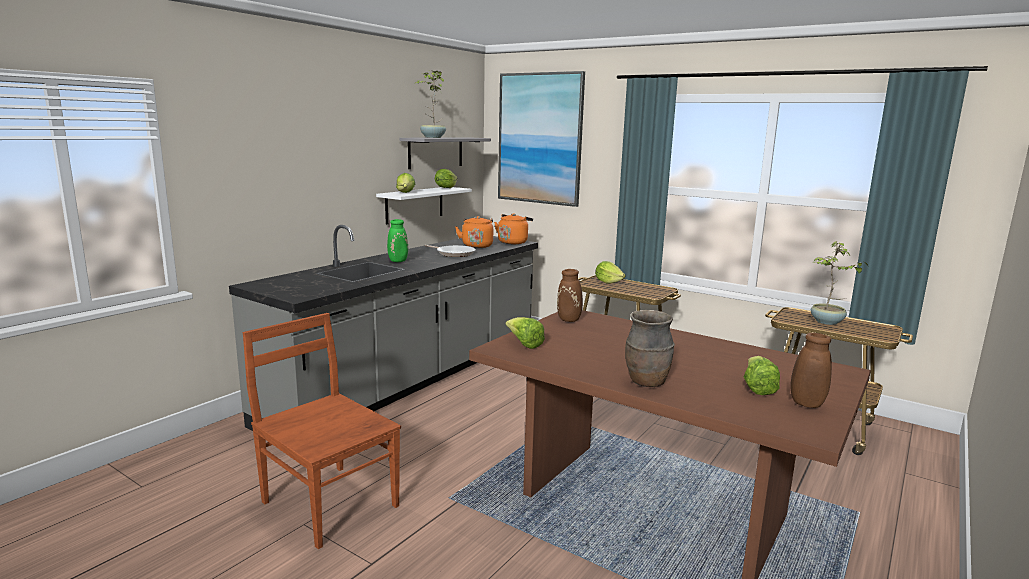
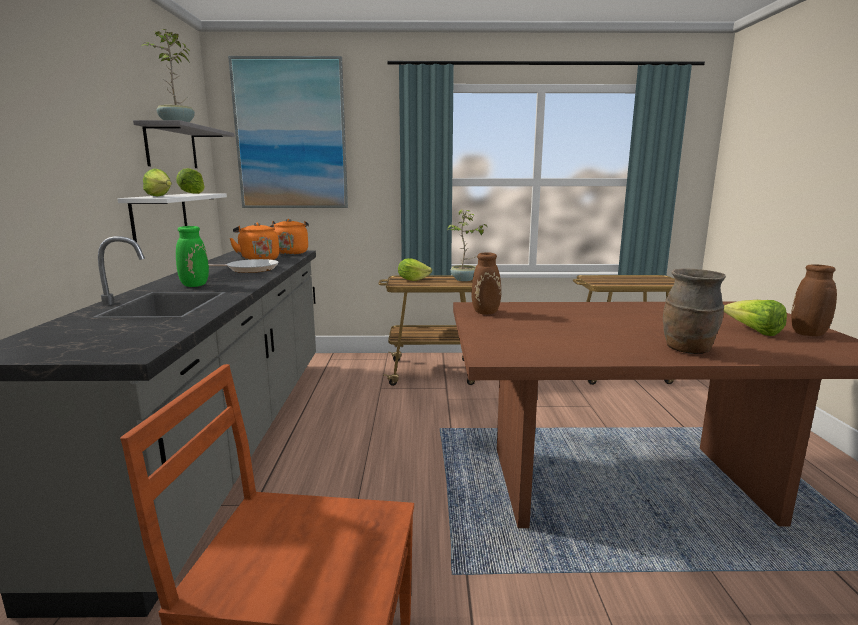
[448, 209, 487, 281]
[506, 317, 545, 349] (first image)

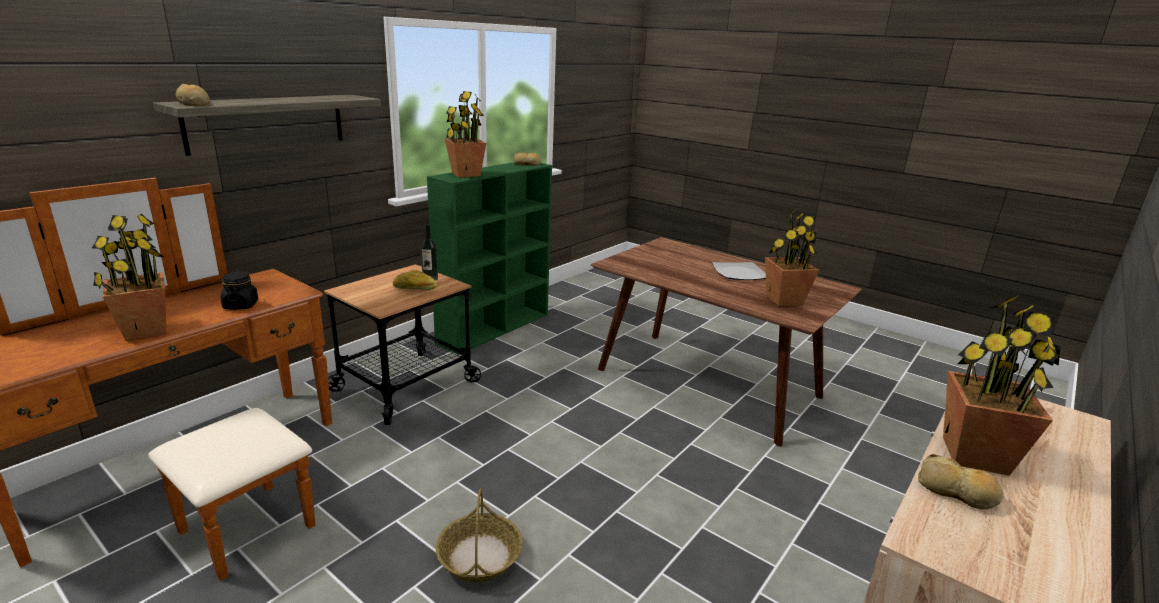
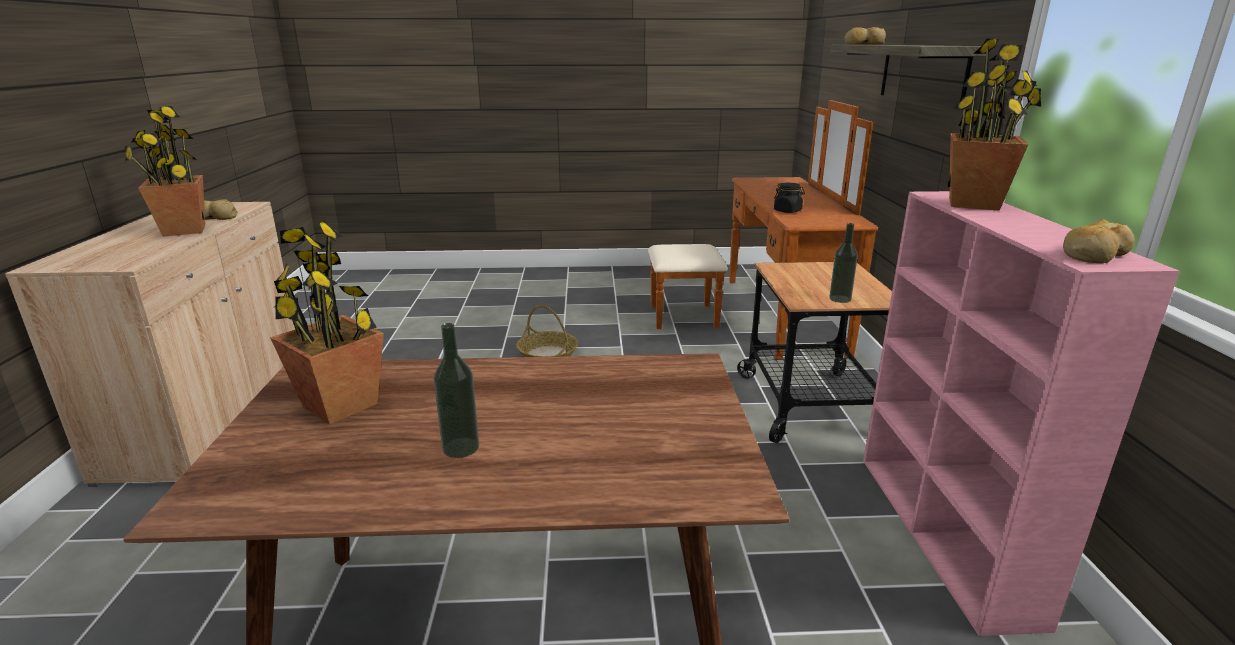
[863, 191, 1180, 636]
[92, 214, 166, 341] (first image)
[434, 323, 479, 458]
[392, 270, 437, 290] (first image)

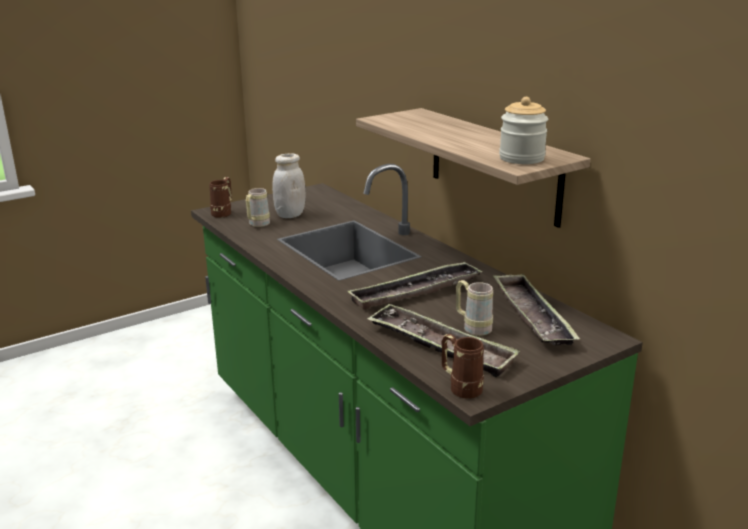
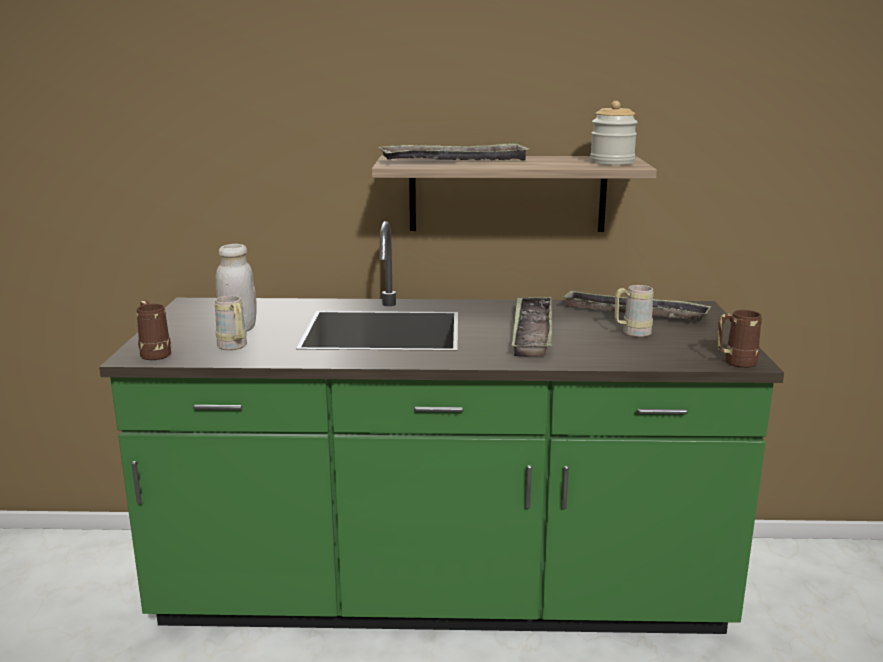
[379, 142, 530, 160]

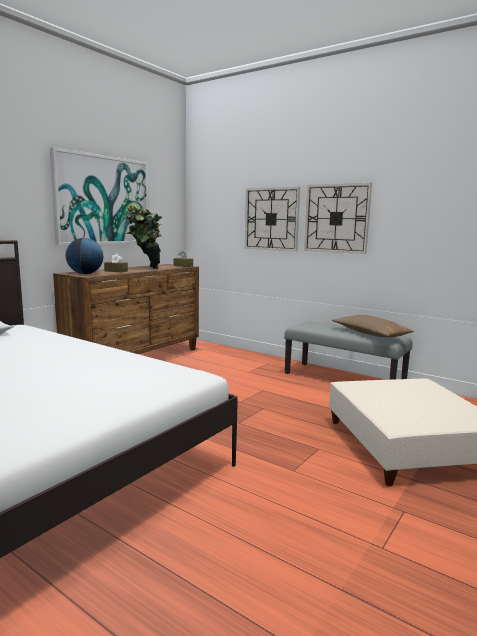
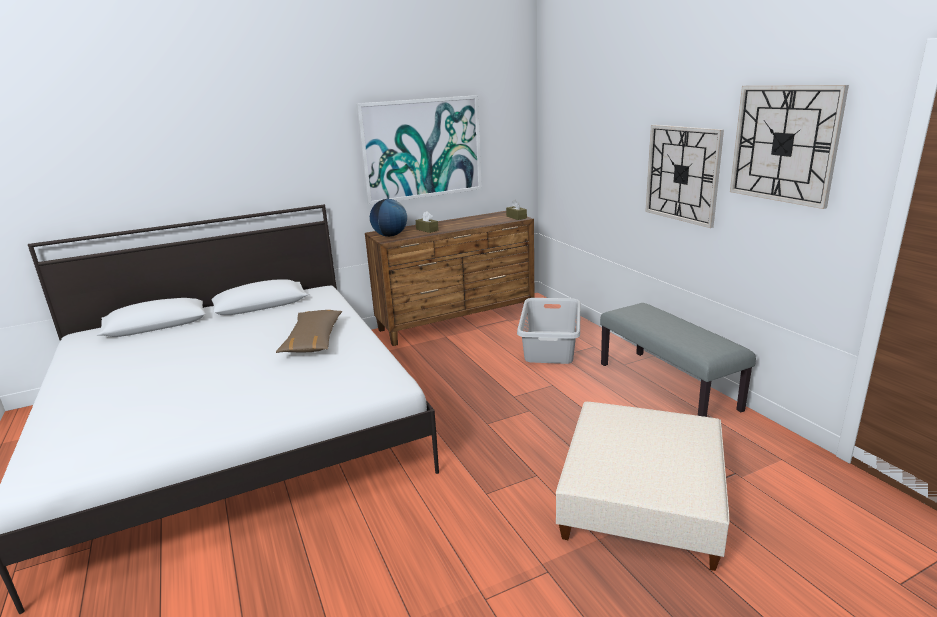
[730, 85, 849, 209]
[125, 204, 162, 269] (first image)
[276, 310, 342, 353]
[517, 298, 581, 364]

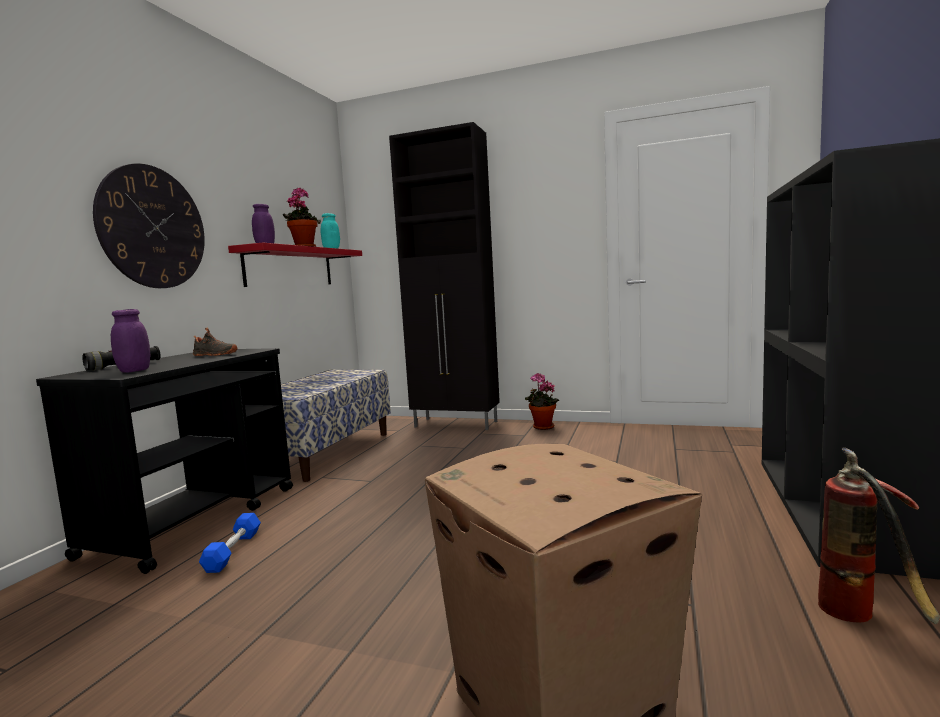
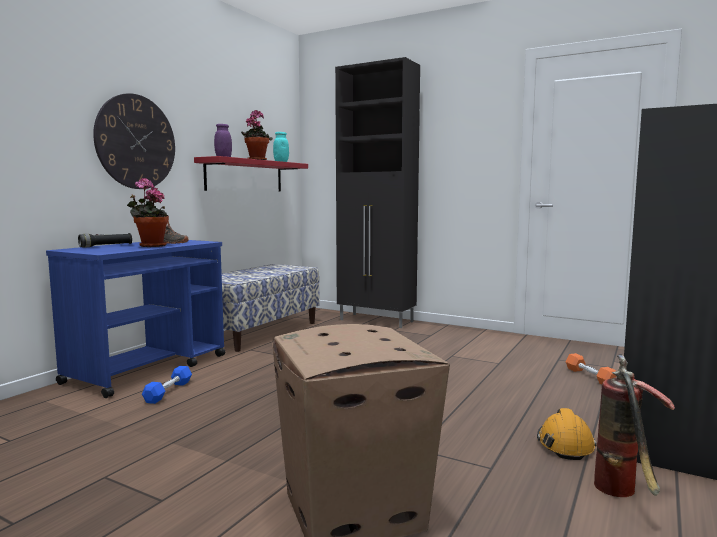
[111, 309, 150, 373] (first image)
[46, 240, 225, 398]
[127, 178, 169, 247]
[565, 353, 617, 384]
[537, 408, 597, 460]

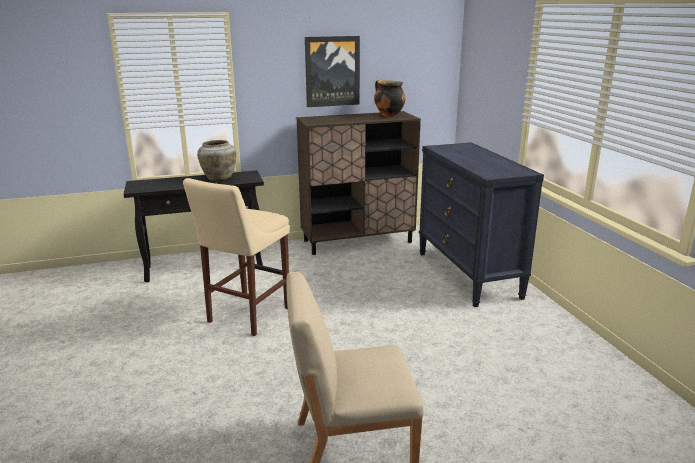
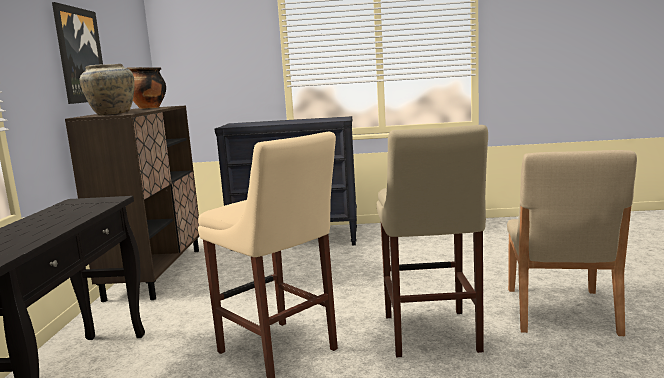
[79, 64, 135, 115]
[377, 125, 488, 357]

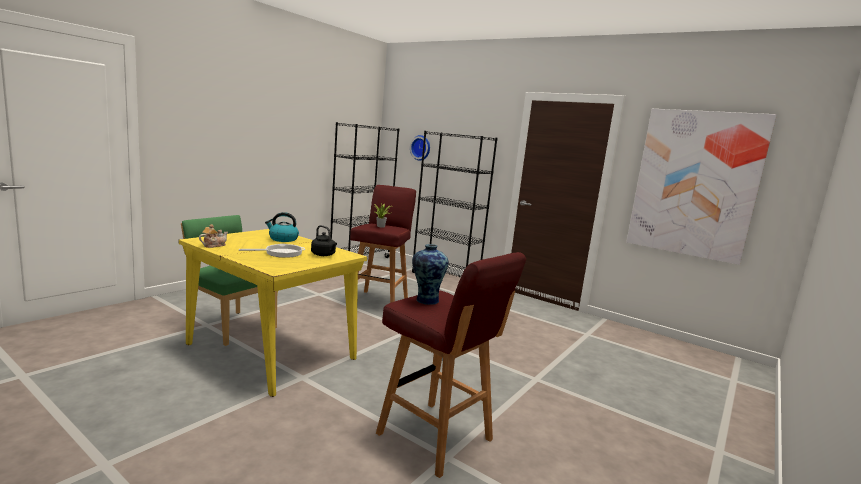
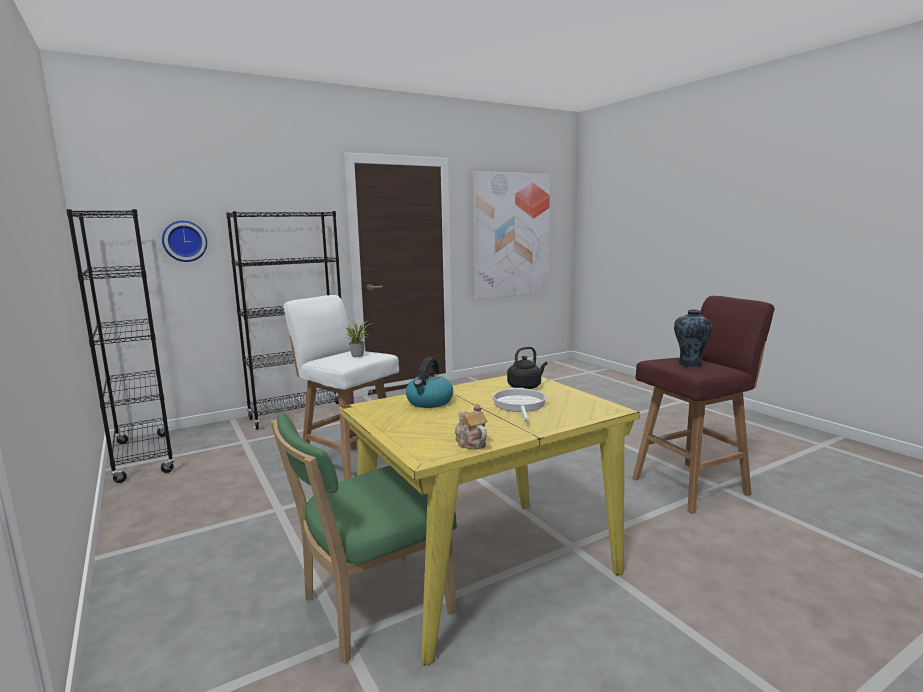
[283, 295, 399, 480]

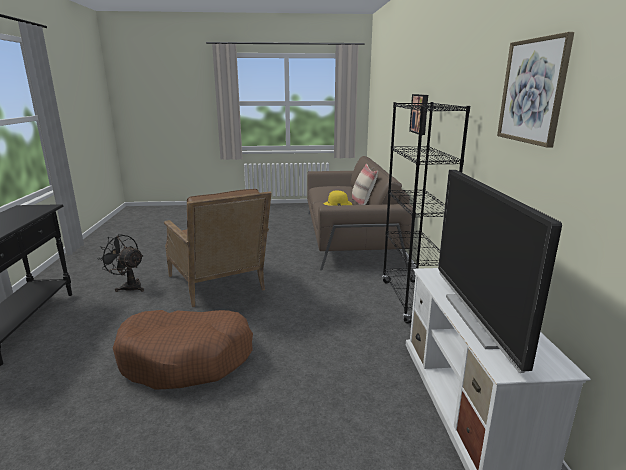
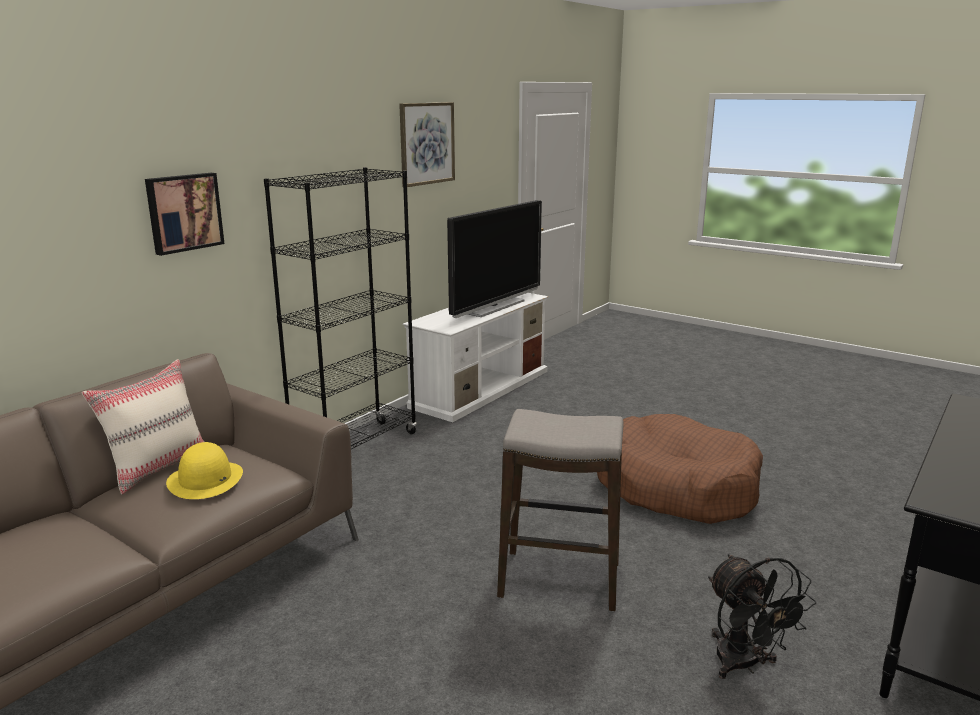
[497, 409, 623, 611]

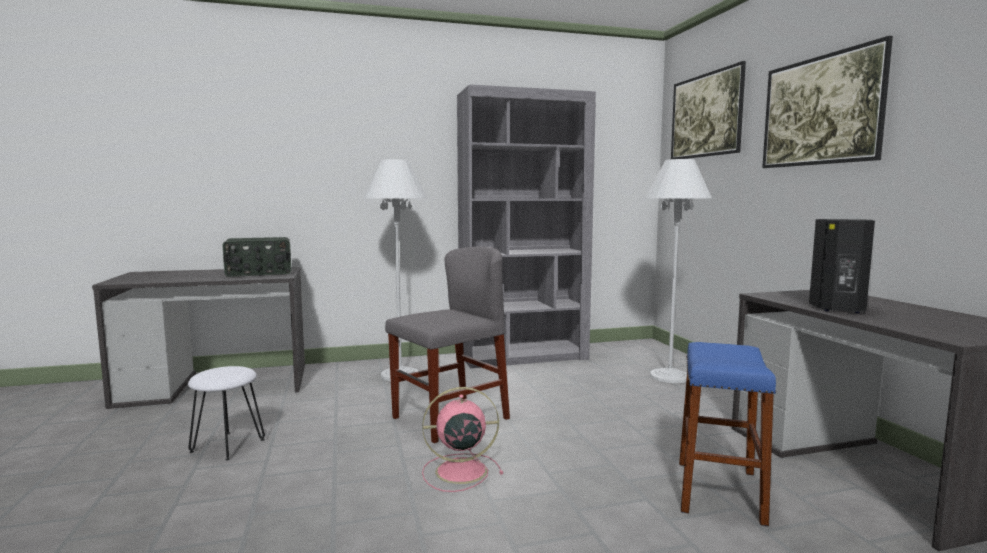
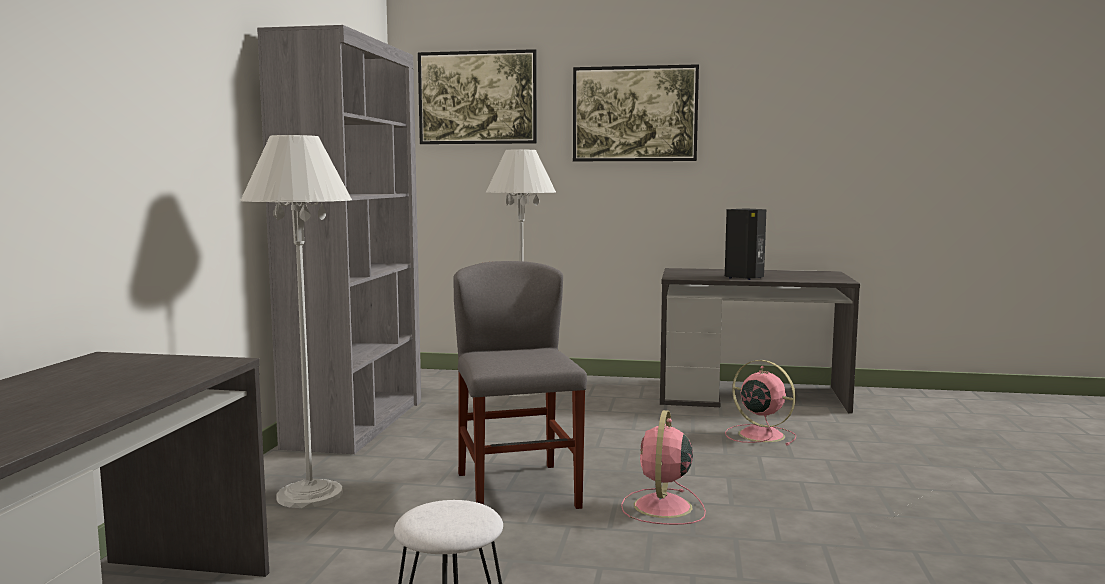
[223, 237, 291, 277] (first image)
[725, 360, 796, 446]

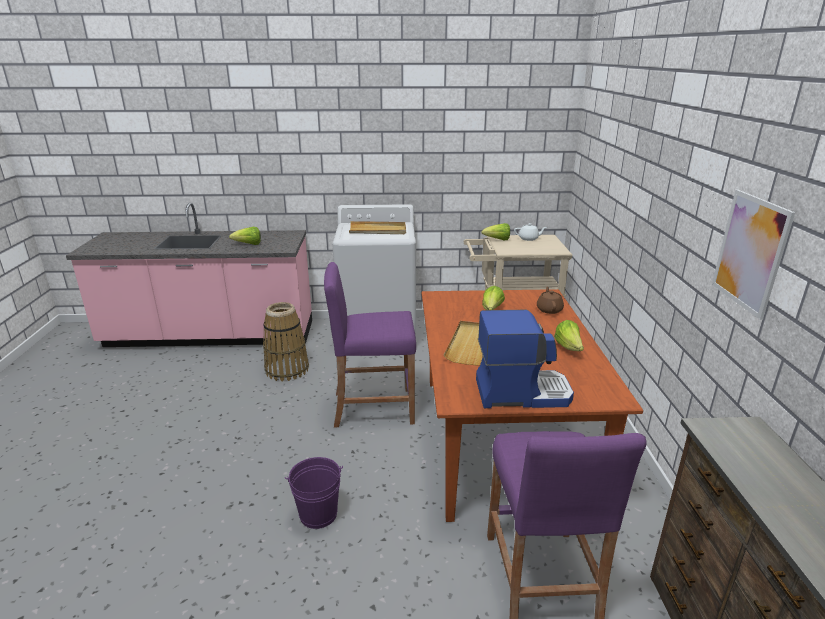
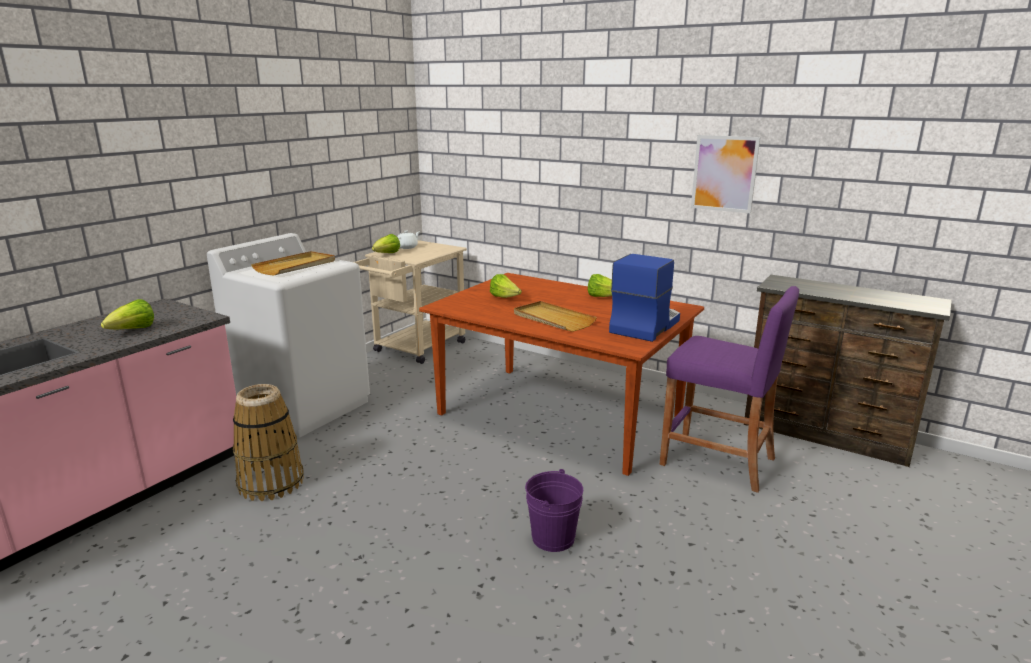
[324, 262, 416, 428] (first image)
[537, 286, 564, 314] (first image)

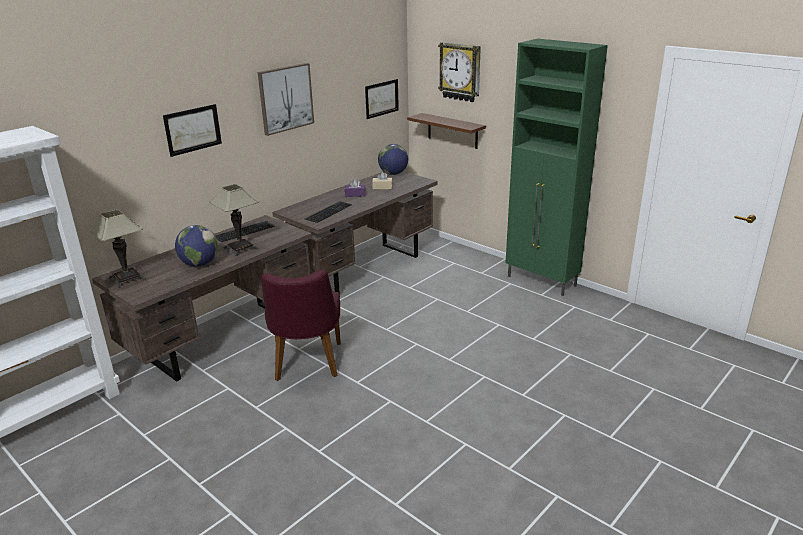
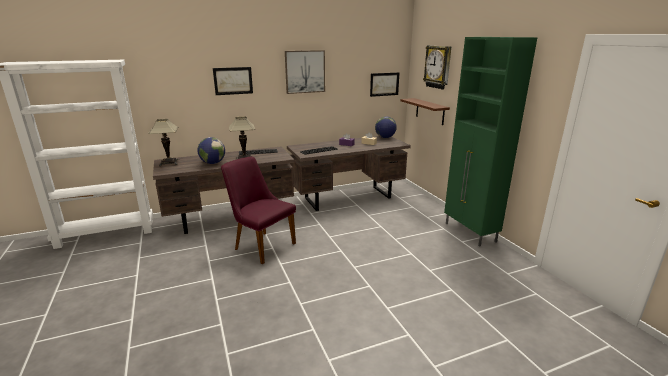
[221, 156, 296, 264]

